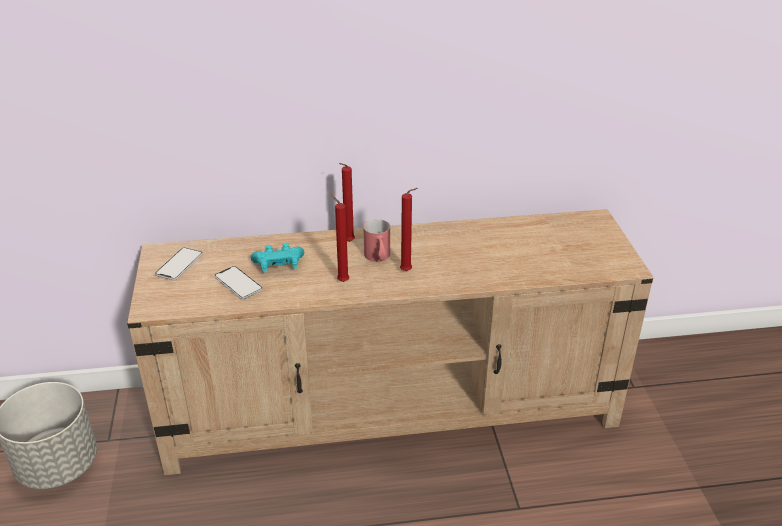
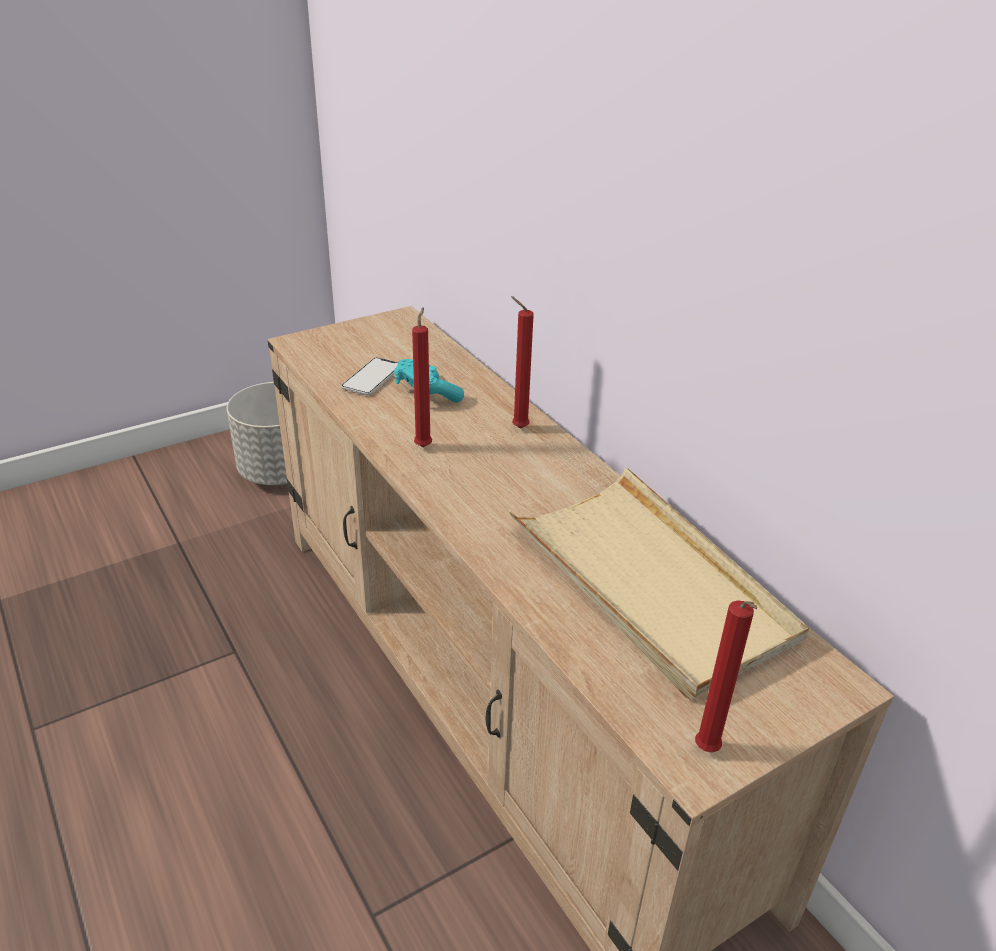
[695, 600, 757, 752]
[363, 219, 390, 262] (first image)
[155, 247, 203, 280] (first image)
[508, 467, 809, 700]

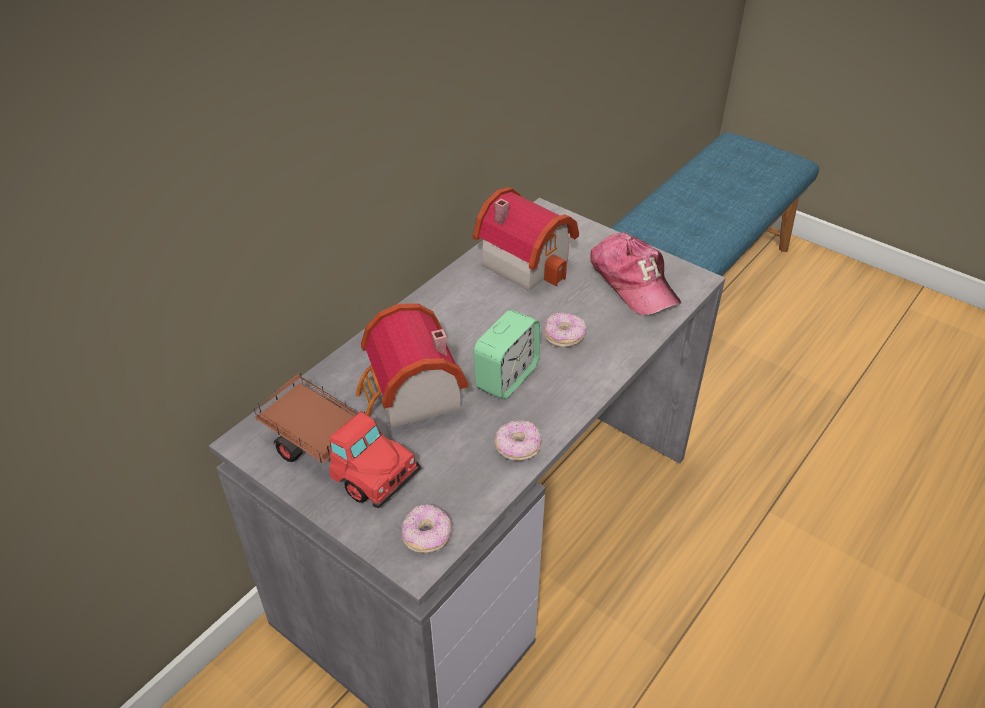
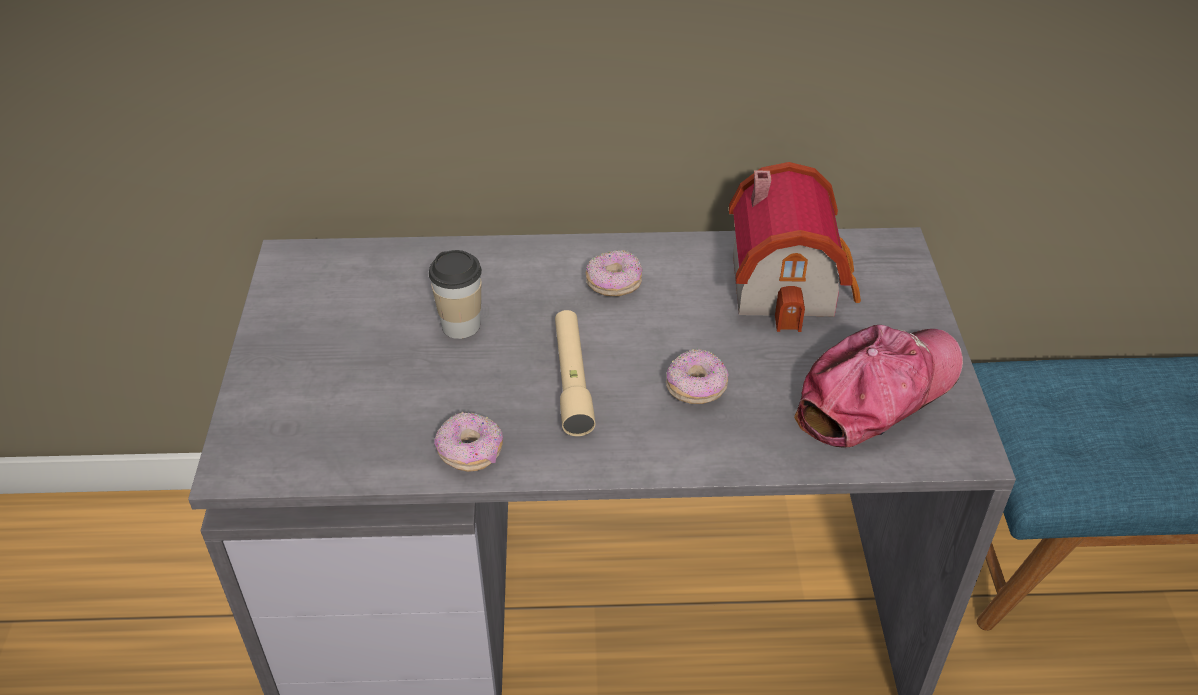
[794, 325, 963, 448]
[429, 250, 482, 339]
[555, 310, 595, 436]
[254, 373, 422, 508] (first image)
[586, 250, 642, 296]

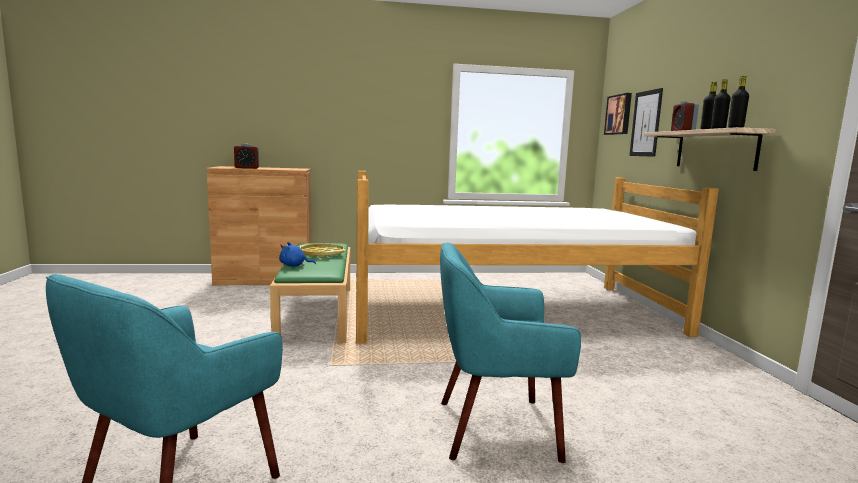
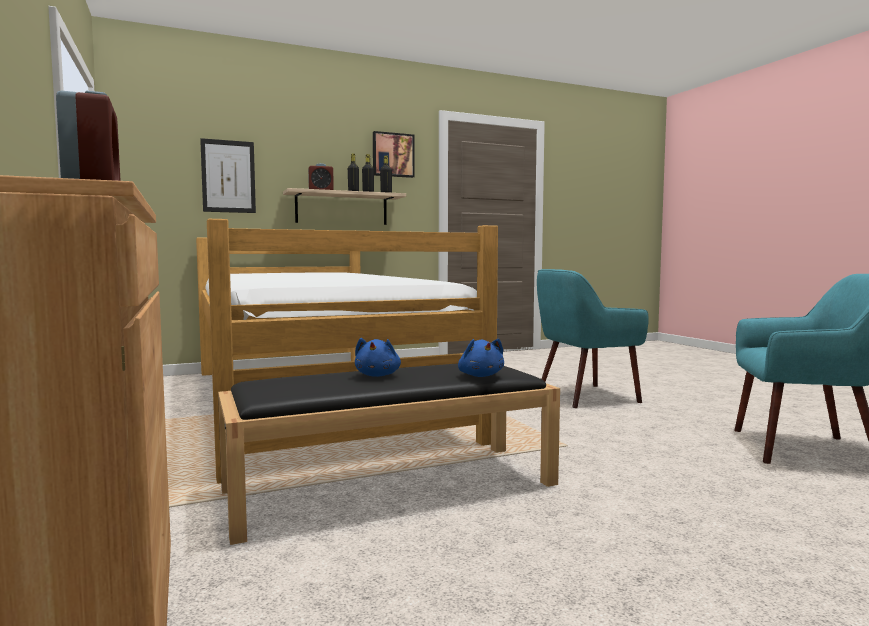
[373, 131, 415, 178]
[537, 269, 649, 408]
[218, 364, 560, 545]
[355, 338, 401, 377]

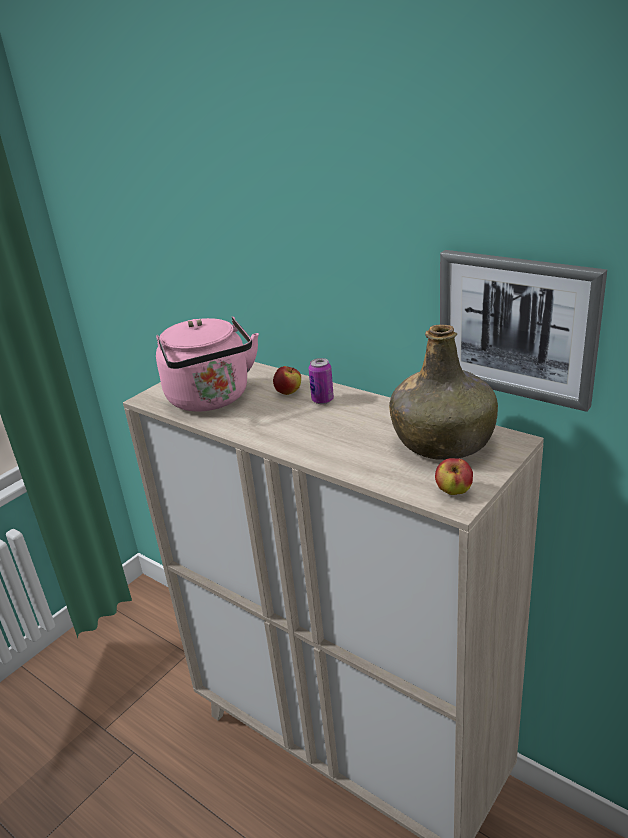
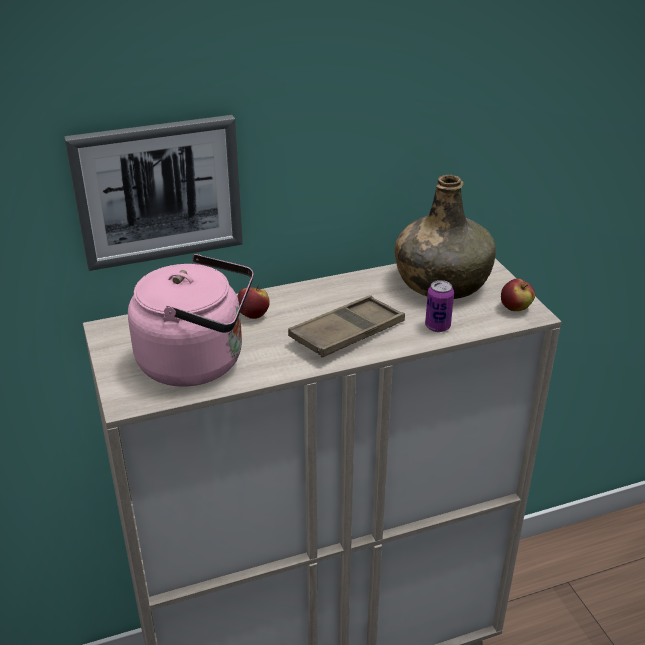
[64, 115, 243, 271]
[425, 280, 454, 332]
[288, 295, 405, 358]

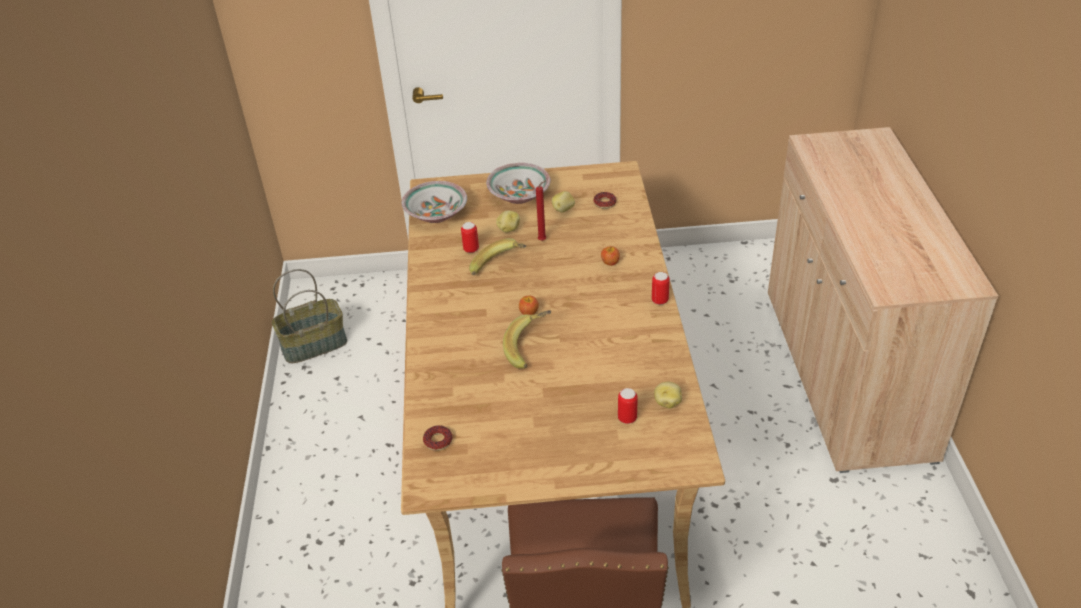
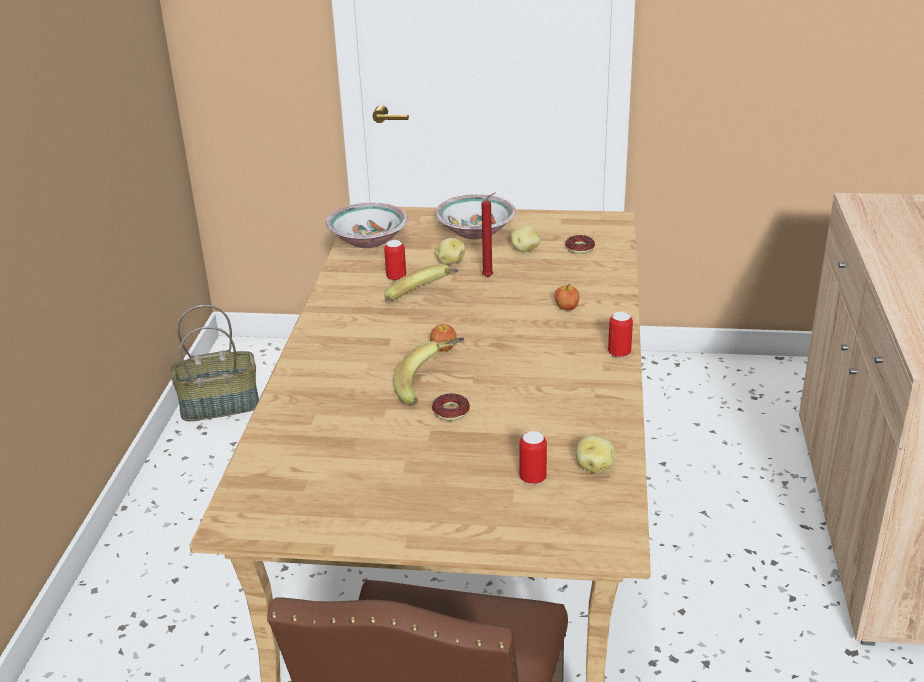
[432, 393, 470, 421]

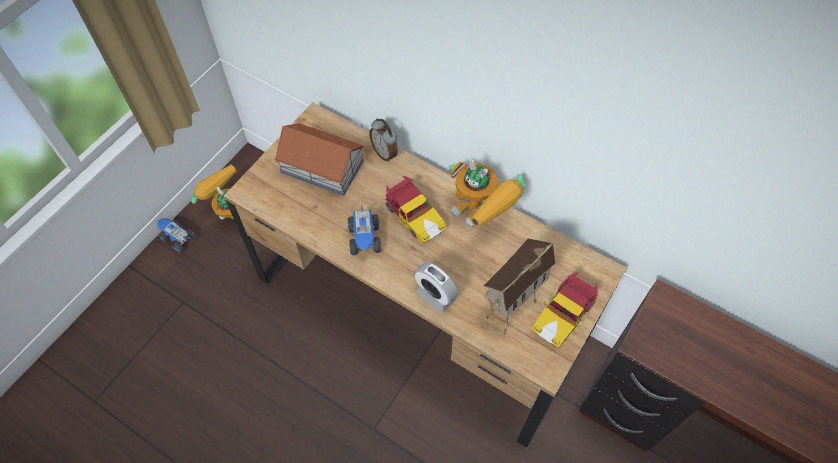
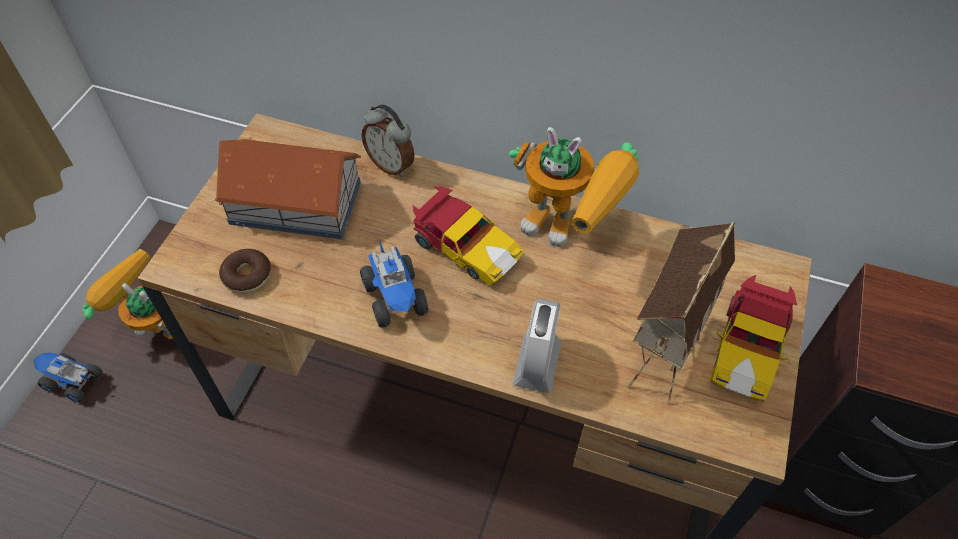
[513, 299, 561, 393]
[219, 249, 271, 294]

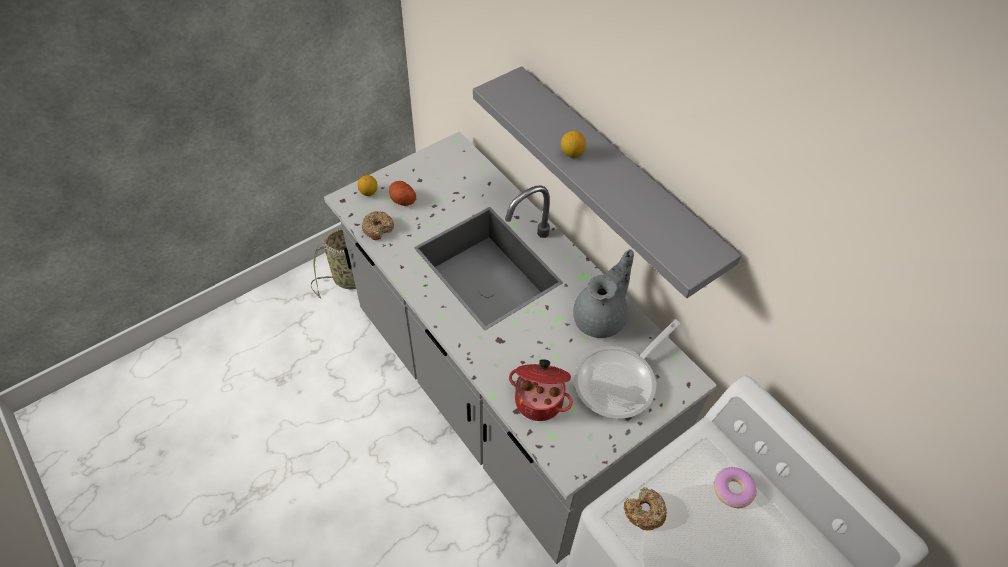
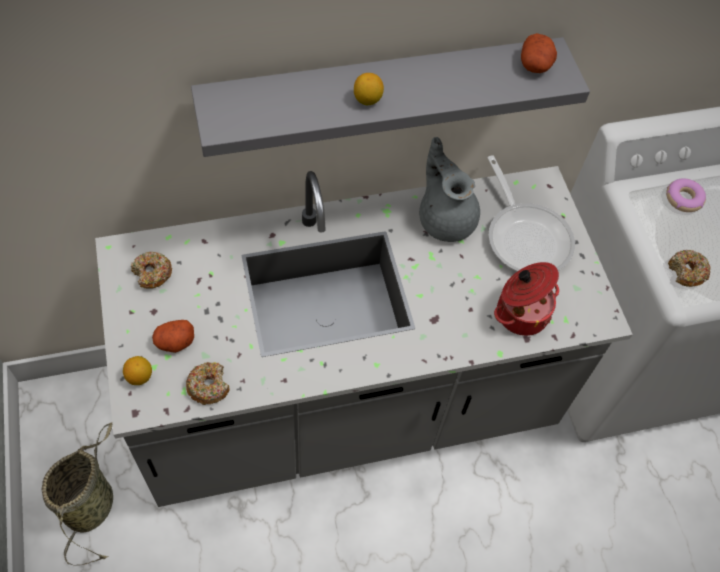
[521, 33, 557, 73]
[131, 252, 172, 289]

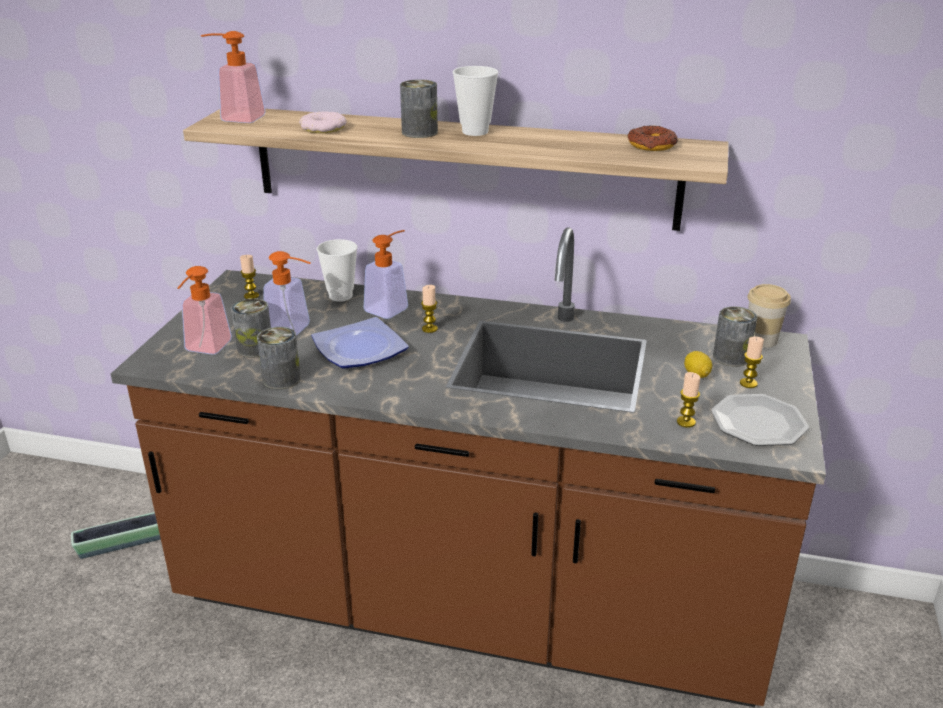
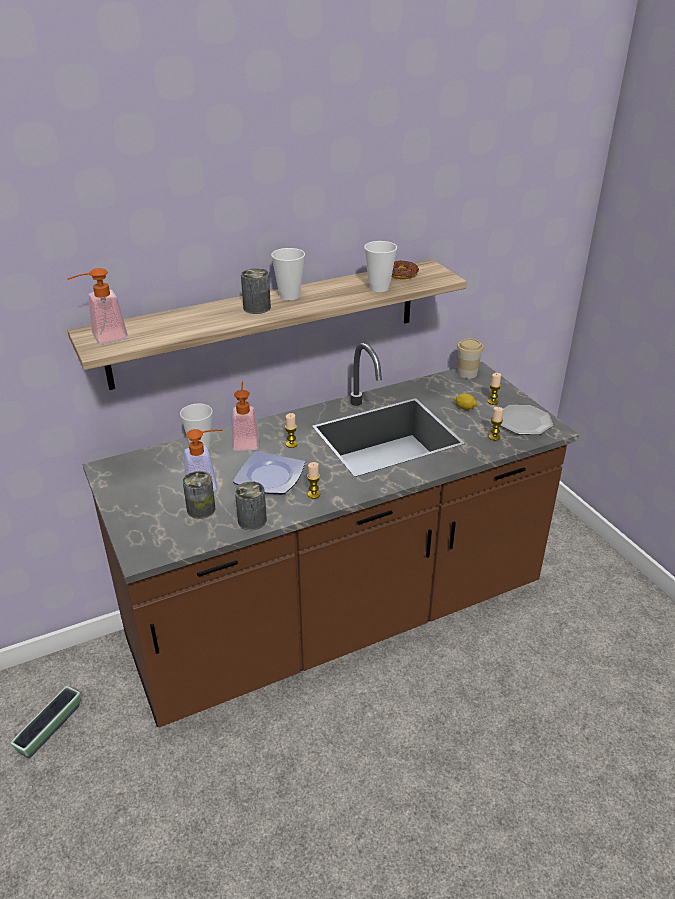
[299, 111, 347, 133] (first image)
[307, 462, 320, 499]
[177, 266, 232, 355] (first image)
[713, 306, 757, 367] (first image)
[364, 241, 397, 292]

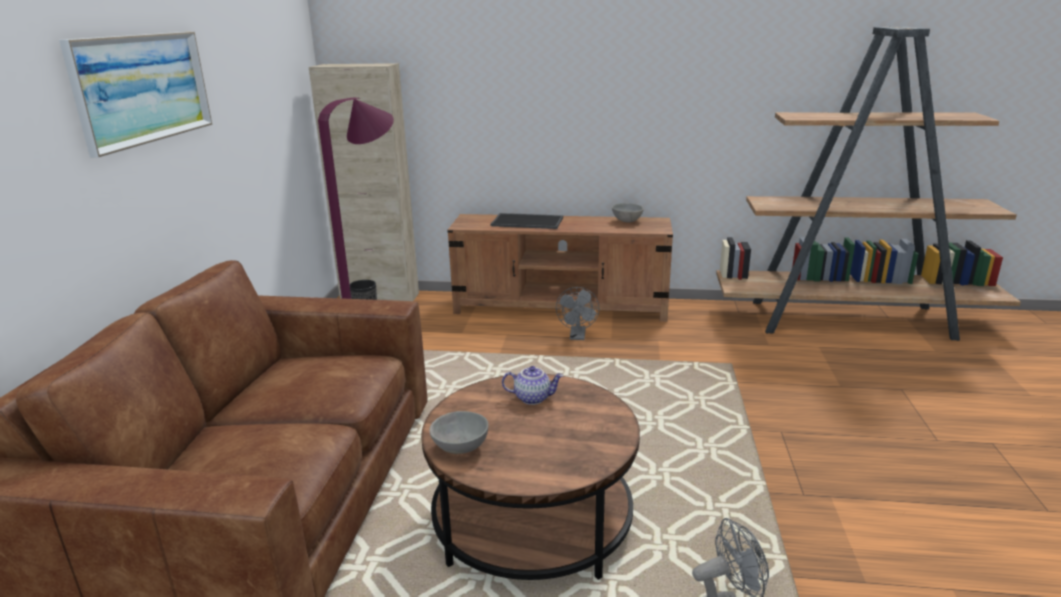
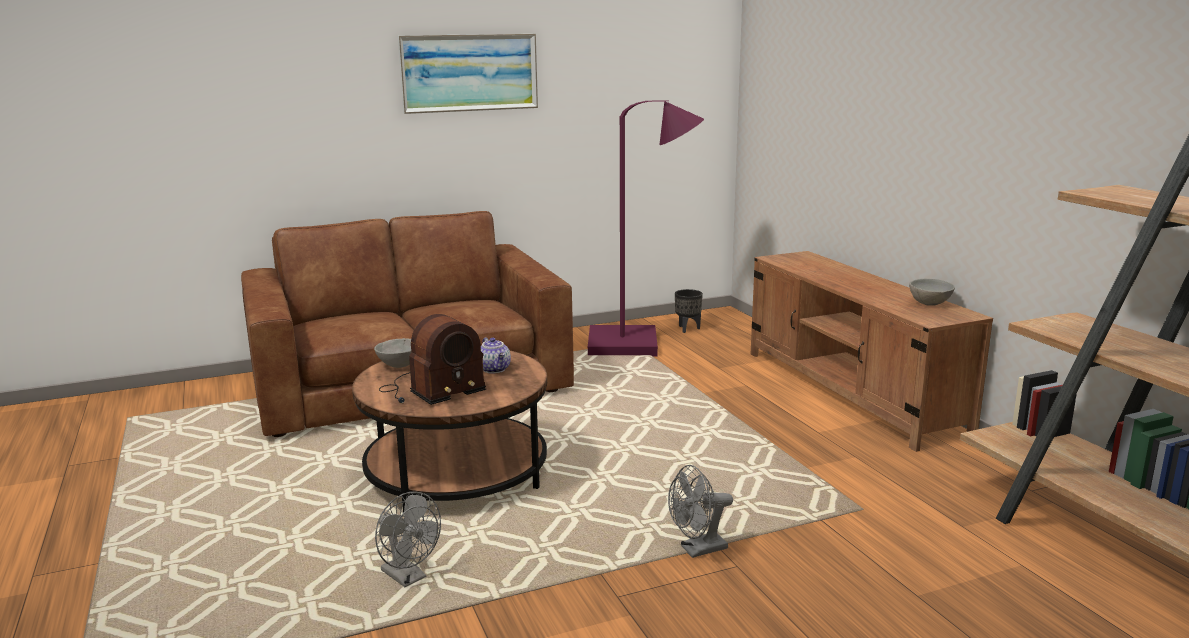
[309, 63, 419, 301] (first image)
[490, 213, 563, 229] (first image)
[668, 465, 733, 558]
[379, 314, 486, 405]

